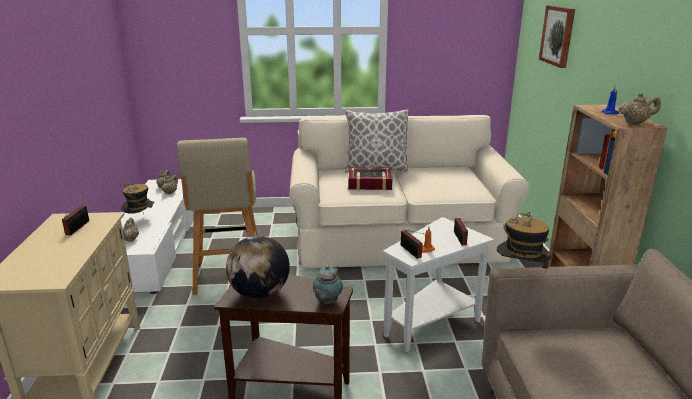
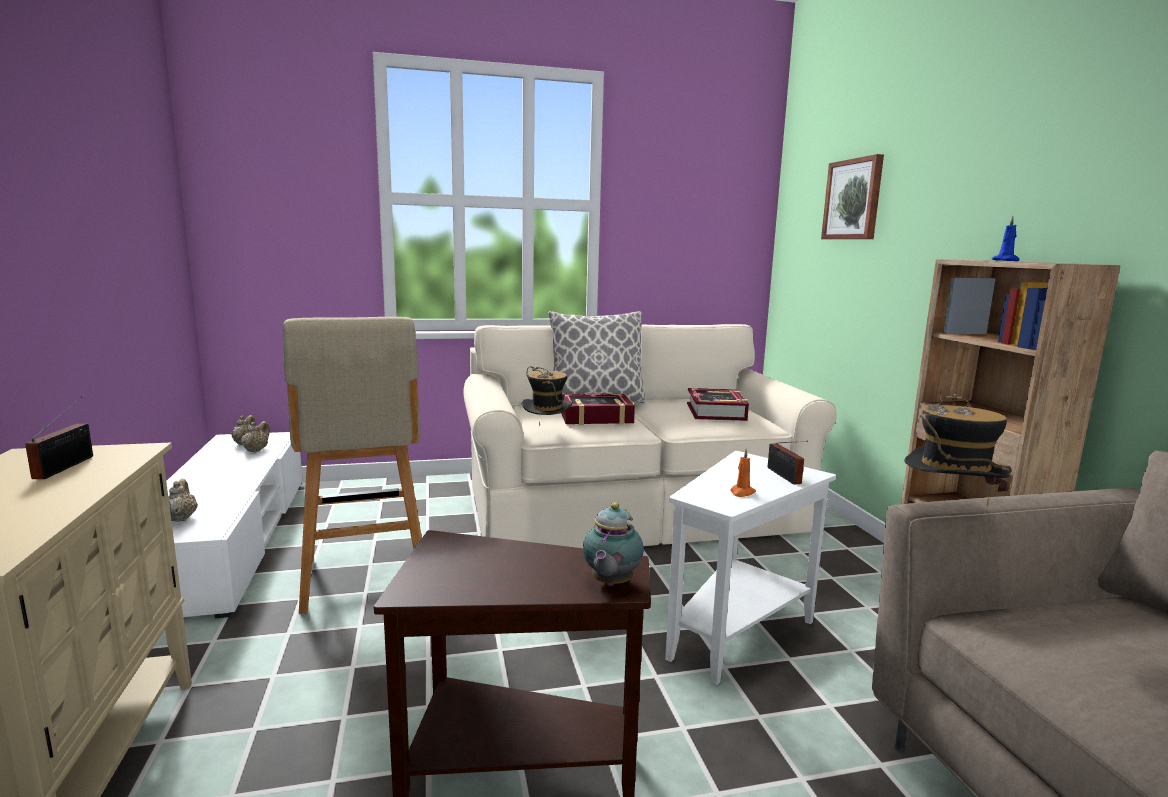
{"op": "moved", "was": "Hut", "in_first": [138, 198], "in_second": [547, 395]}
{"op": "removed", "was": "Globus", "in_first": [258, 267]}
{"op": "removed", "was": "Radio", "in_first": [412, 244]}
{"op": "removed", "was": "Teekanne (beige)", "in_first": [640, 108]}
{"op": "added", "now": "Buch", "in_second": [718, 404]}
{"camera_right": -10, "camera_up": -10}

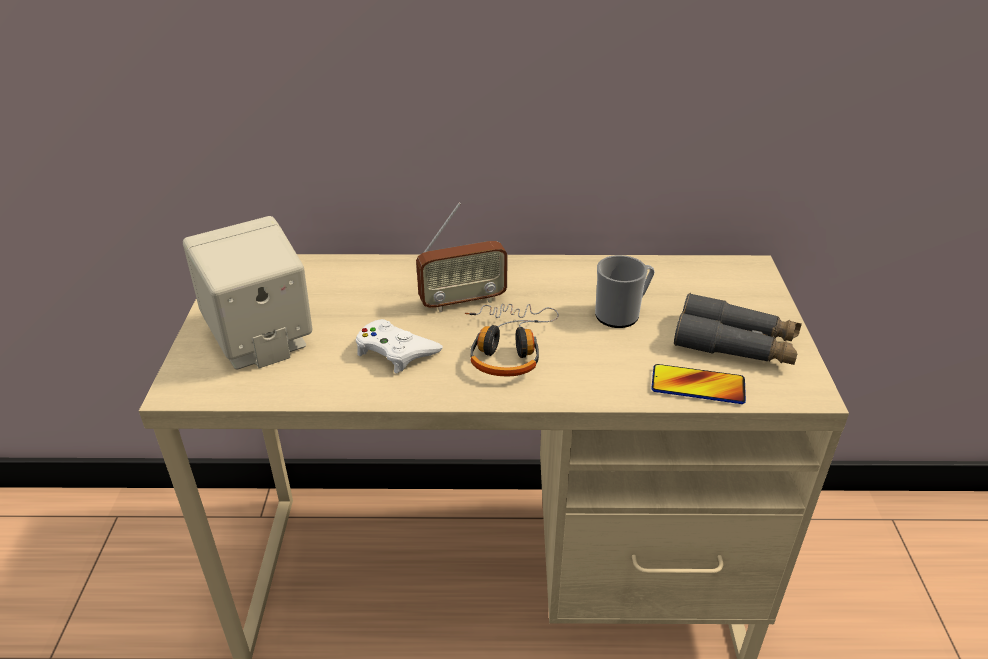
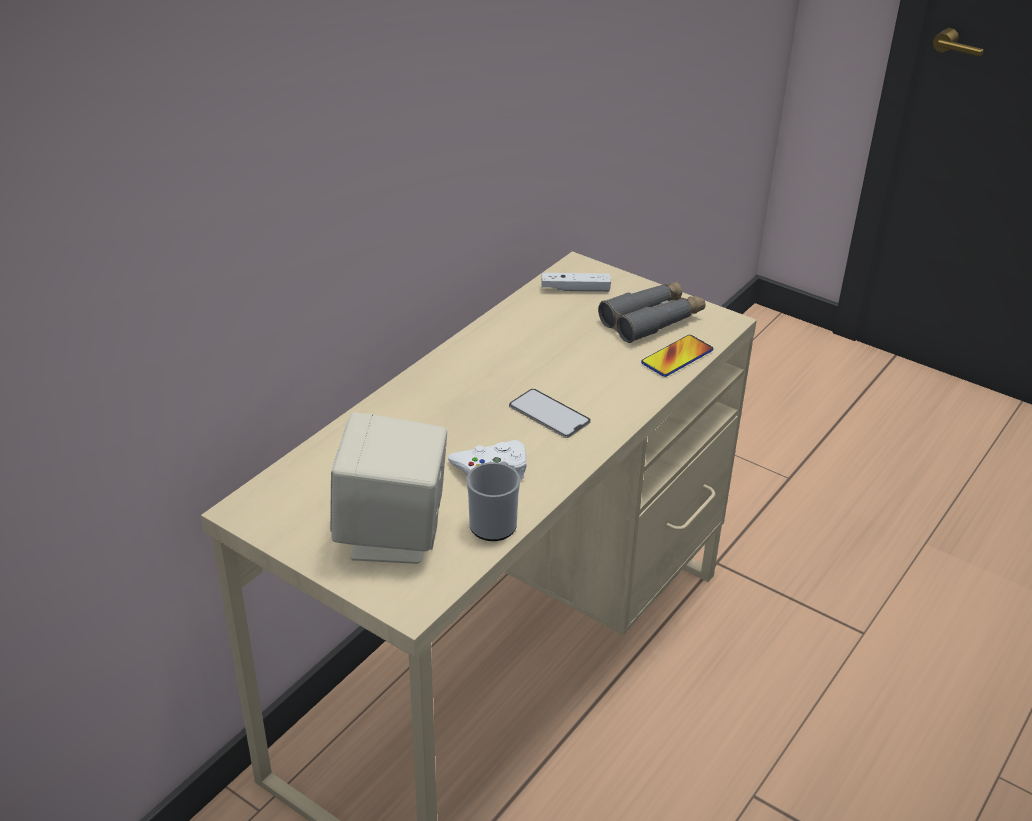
{"op": "removed", "was": "Radio", "in_first": [462, 257]}
{"op": "replaced", "was": "Kopfhörer", "now": "Handy", "in_first": [512, 340], "in_second": [550, 413]}
{"op": "moved", "was": "Henkelbecher", "in_first": [625, 291], "in_second": [493, 501]}
{"op": "added", "now": "Gamepad (weiß)", "in_second": [576, 282]}
{"camera_right": -55, "camera_up": 0}

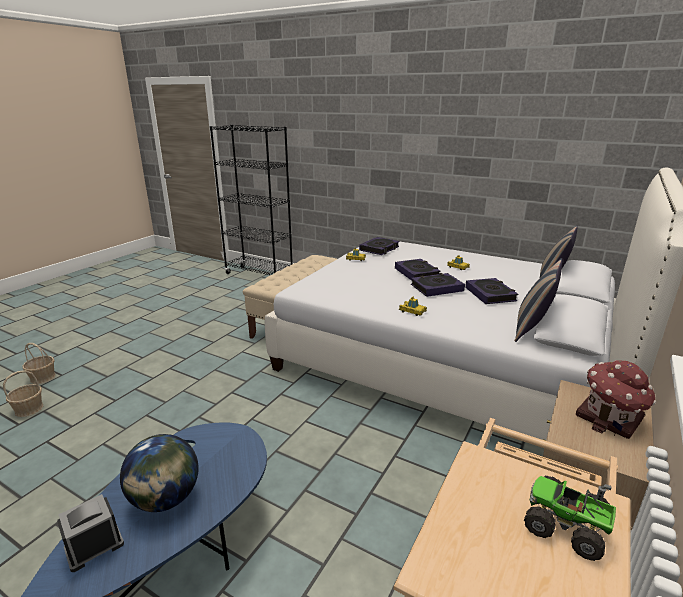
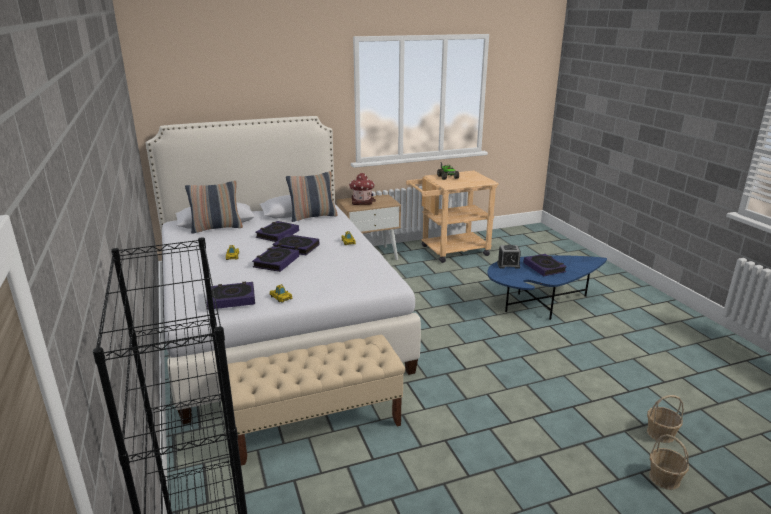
{"op": "moved", "was": "Wecker", "in_first": [90, 533], "in_second": [509, 257]}
{"op": "replaced", "was": "Globus", "now": "Buch", "in_first": [159, 473], "in_second": [545, 265]}
{"camera_right": -140, "camera_up": 0}

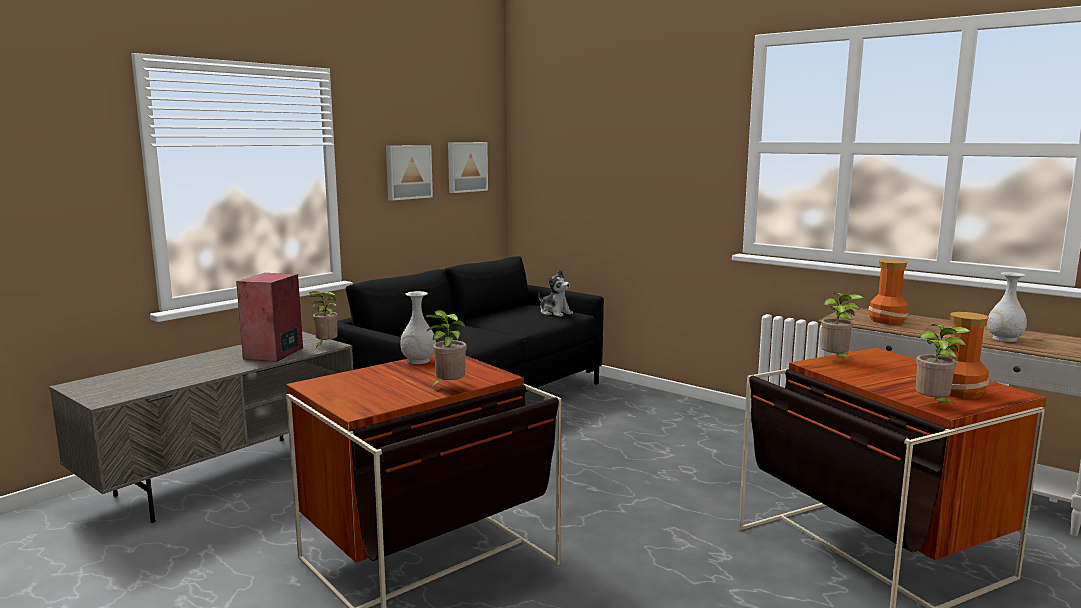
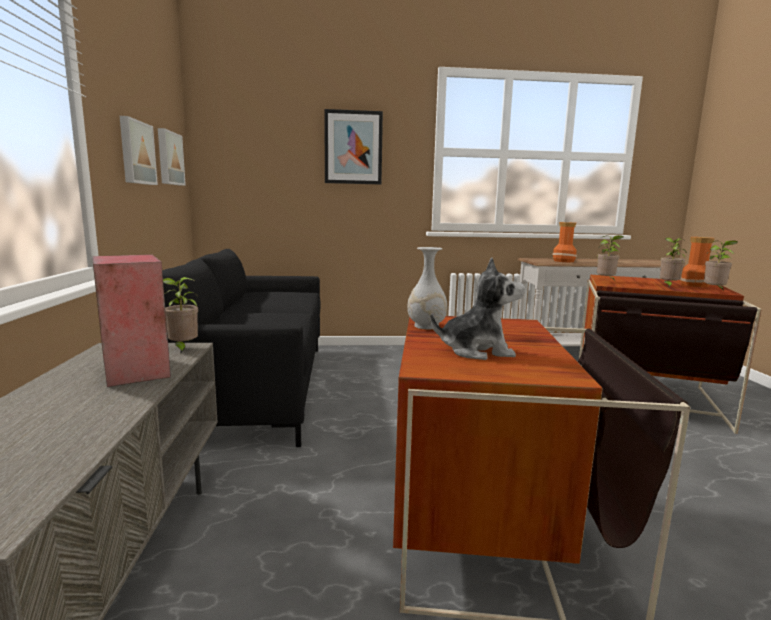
{"op": "moved", "was": "Topfpflanze", "in_first": [446, 348], "in_second": [673, 262]}
{"op": "moved", "was": "Plüschtier", "in_first": [555, 293], "in_second": [477, 309]}
{"op": "removed", "was": "Vase (weiß)", "in_first": [1007, 307]}
{"op": "added", "now": "Bild", "in_second": [353, 147]}
{"camera_right": -45, "camera_up": 0}

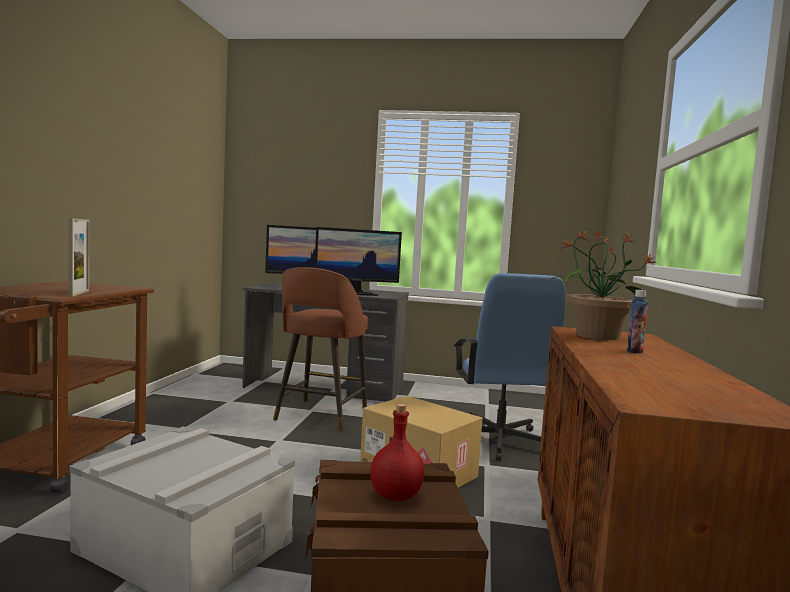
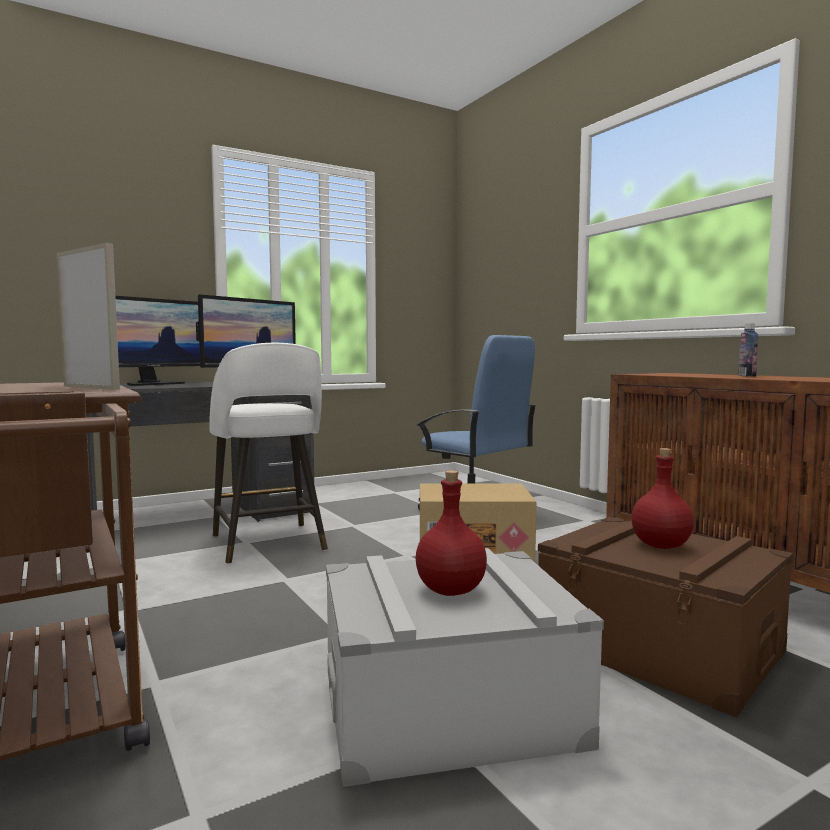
{"op": "recoloured", "was": "Hocker (braun)", "now": "Hocker (weiß)", "in_first": [320, 349], "in_second": [268, 453]}
{"op": "removed", "was": "Topfpflanze", "in_first": [604, 285]}
{"op": "added", "now": "Flasche (rot)", "in_second": [451, 533]}
{"camera_right": -40, "camera_up": 0}

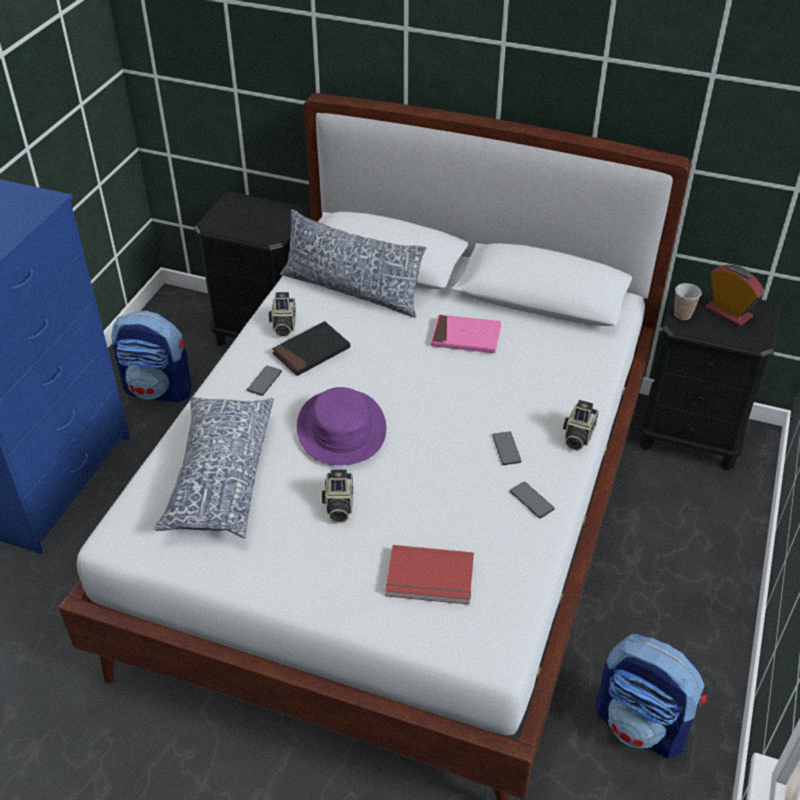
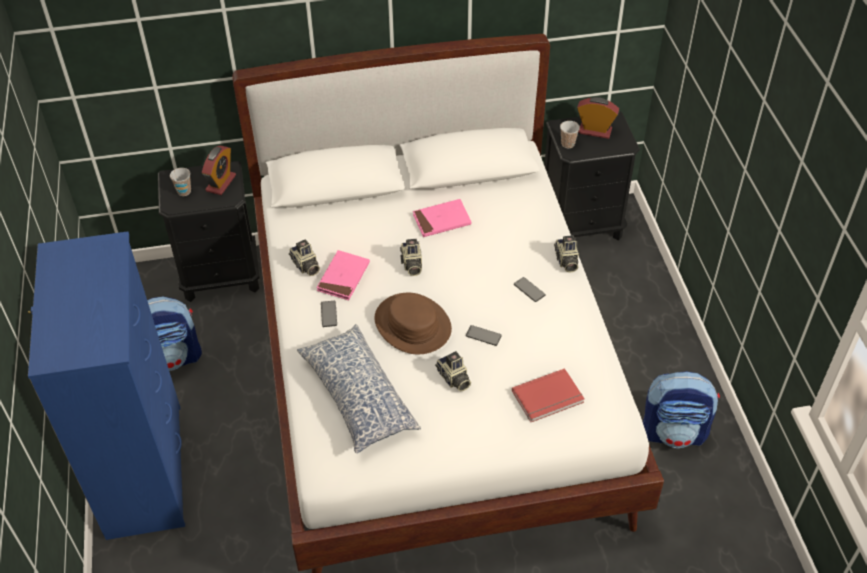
{"op": "recoloured", "was": "Buch (schwarz)", "now": "Buch (rosa)", "in_first": [311, 348], "in_second": [343, 275]}
{"op": "removed", "was": "Kissen", "in_first": [353, 263]}
{"op": "recoloured", "was": "Hut (lila)", "now": "Hut (braun)", "in_first": [341, 426], "in_second": [413, 323]}
{"op": "moved", "was": "Handy", "in_first": [532, 500], "in_second": [484, 335]}
{"op": "added", "now": "Tasse", "in_second": [180, 182]}
{"op": "added", "now": "Wecker", "in_second": [219, 170]}
{"op": "added", "now": "Kamera", "in_second": [411, 257]}
{"camera_right": -30, "camera_up": 5}

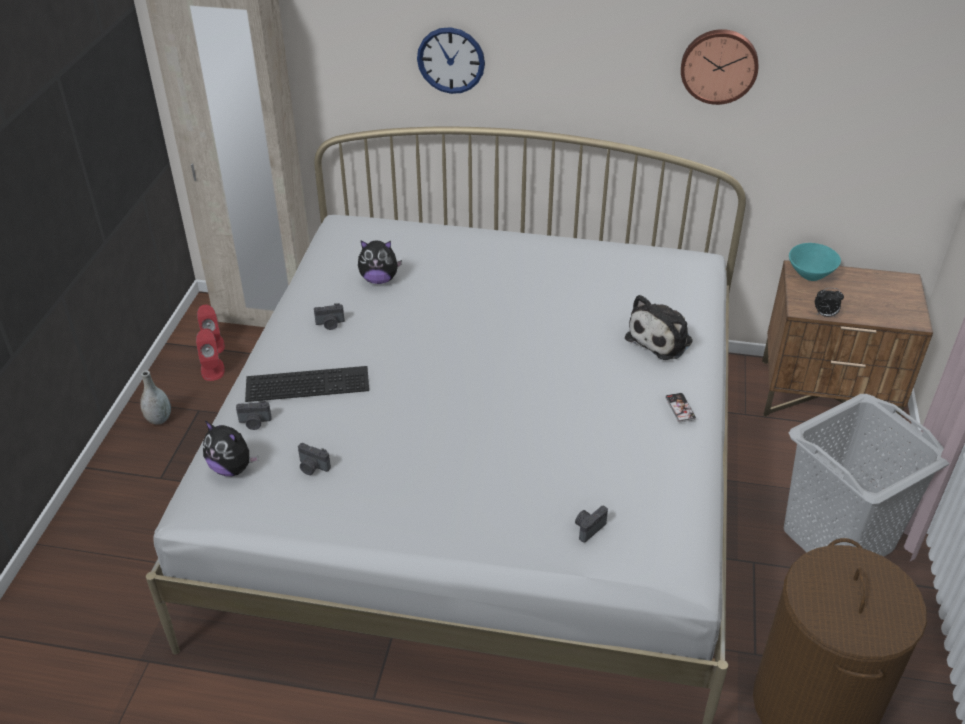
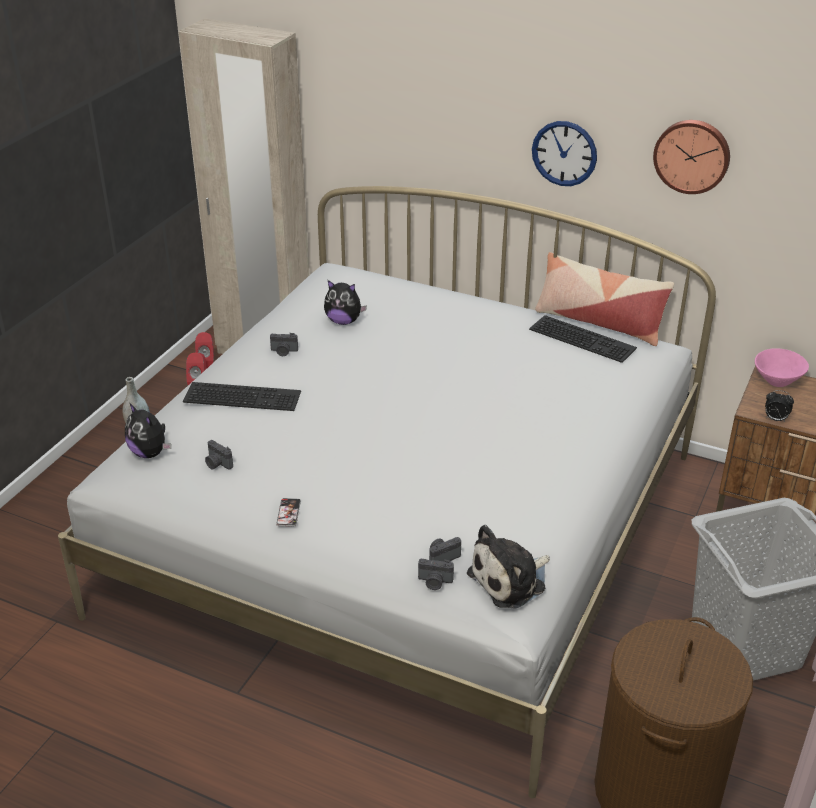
{"op": "moved", "was": "Kamera", "in_first": [254, 415], "in_second": [436, 574]}
{"op": "moved", "was": "Wanduhr", "in_first": [451, 60], "in_second": [564, 153]}
{"op": "moved", "was": "Plüschtier", "in_first": [659, 327], "in_second": [508, 567]}
{"op": "moved", "was": "Handy", "in_first": [680, 407], "in_second": [288, 512]}
{"op": "recoloured", "was": "Schüssel (türkis)", "now": "Schüssel (rosa)", "in_first": [815, 262], "in_second": [782, 367]}
{"op": "added", "now": "Tastatur", "in_second": [583, 339]}
{"op": "added", "now": "Kissen", "in_second": [604, 299]}
{"camera_right": 15, "camera_up": -5}

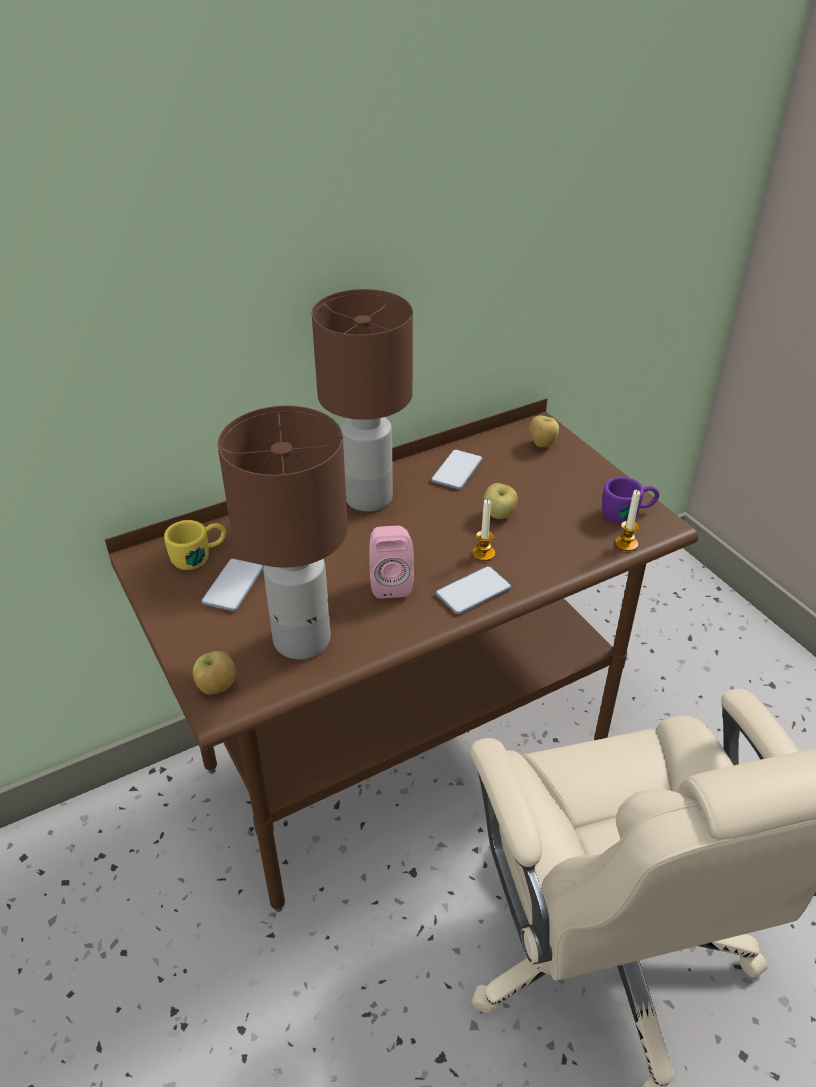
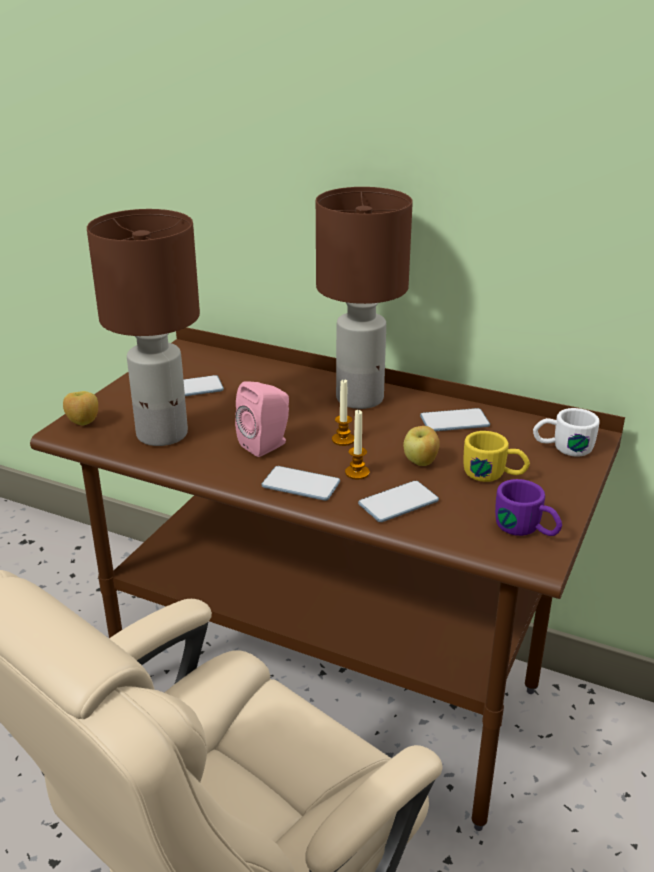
{"op": "moved", "was": "Henkelbecher (gelb)", "in_first": [195, 545], "in_second": [496, 456]}
{"op": "replaced", "was": "Apfel", "now": "Henkelbecher (weiß)", "in_first": [544, 431], "in_second": [566, 432]}
{"op": "moved", "was": "Kerze", "in_first": [627, 520], "in_second": [343, 412]}
{"op": "added", "now": "Handy", "in_second": [398, 501]}
{"camera_right": 55, "camera_up": -10}

